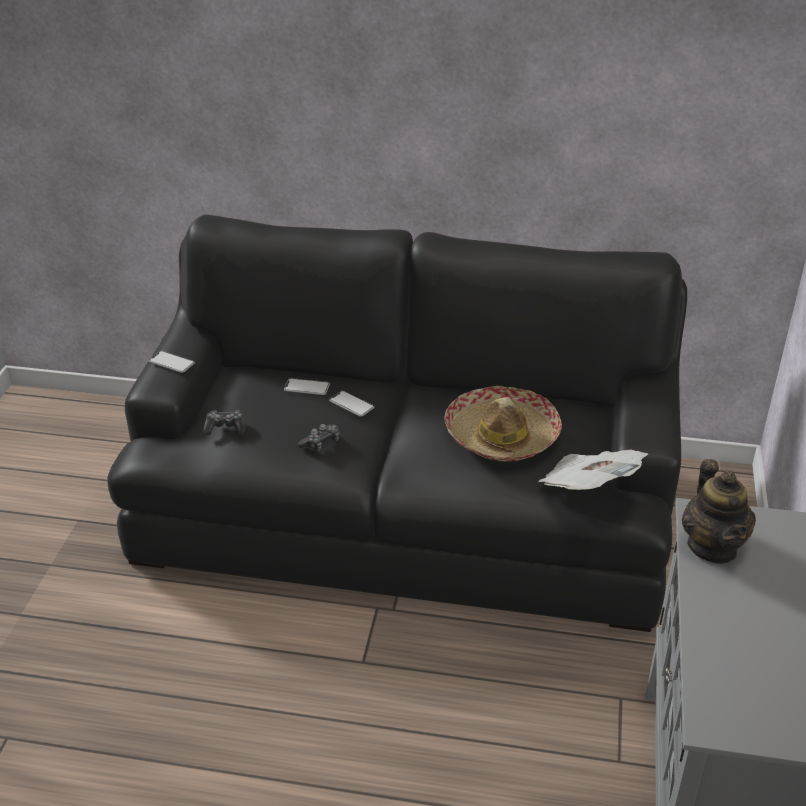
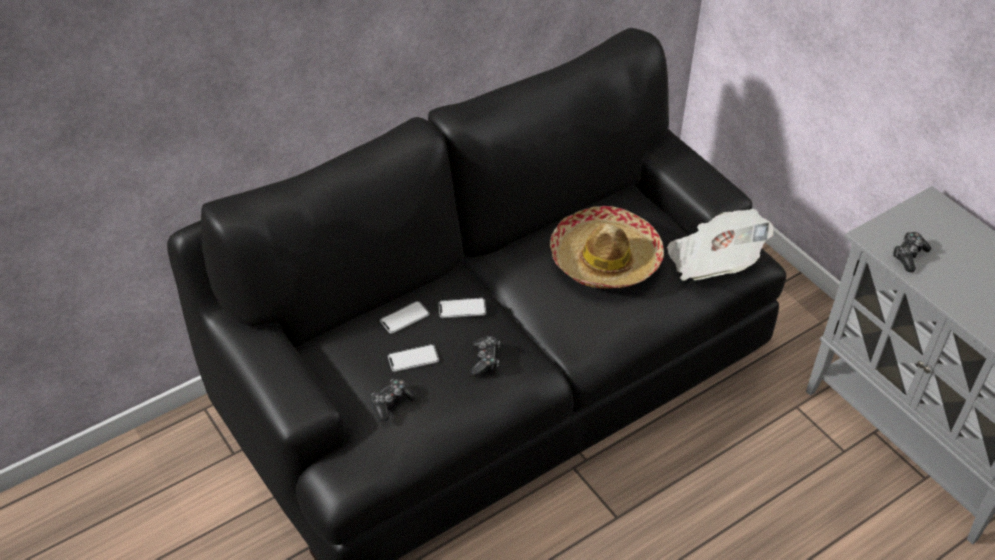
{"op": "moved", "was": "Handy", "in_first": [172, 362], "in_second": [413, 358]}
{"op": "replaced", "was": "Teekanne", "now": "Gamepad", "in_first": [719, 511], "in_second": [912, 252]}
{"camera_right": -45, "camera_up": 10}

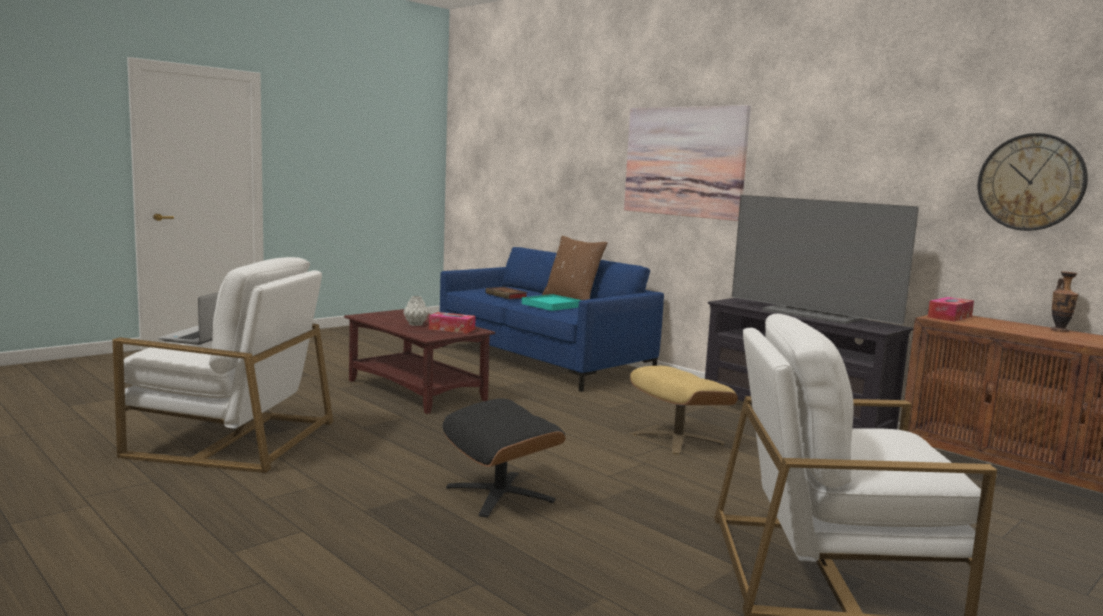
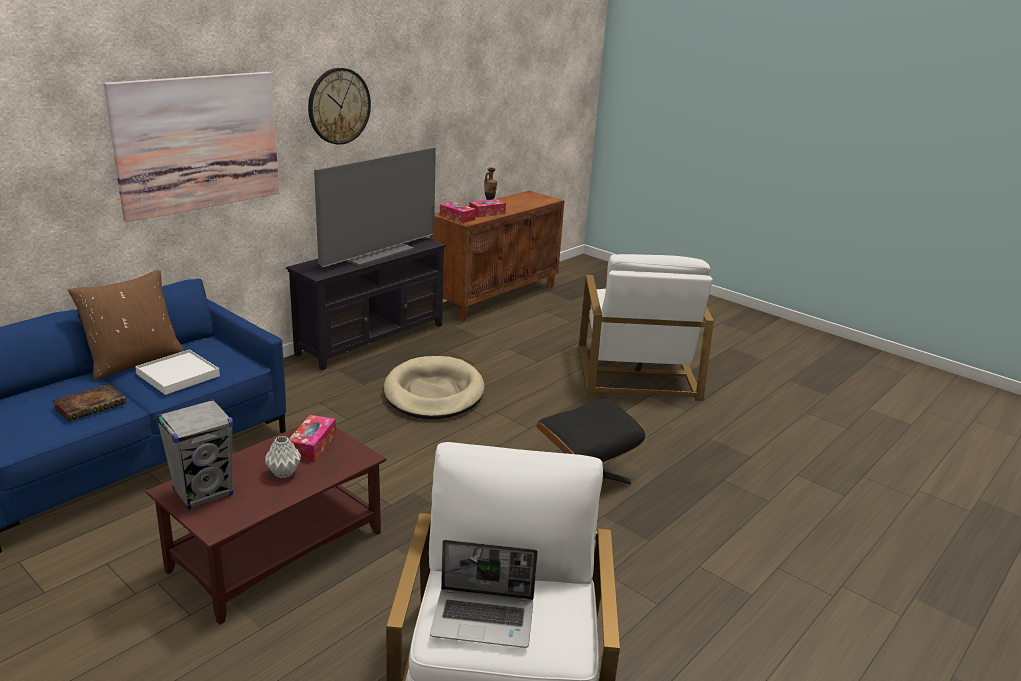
{"op": "recoloured", "was": "Tablett (türkis)", "now": "Tablett (weiß)", "in_first": [551, 302], "in_second": [177, 372]}
{"op": "replaced", "was": "Polsterhocker (beige)", "now": "Hundebett (beige)", "in_first": [684, 410], "in_second": [434, 387]}
{"op": "moved", "was": "Wanduhr", "in_first": [1033, 182], "in_second": [339, 106]}
{"op": "added", "now": "Lautsprecher (grau)", "in_second": [194, 454]}
{"op": "added", "now": "Taschentuchbox", "in_second": [487, 208]}
{"camera_right": -95, "camera_up": 15}

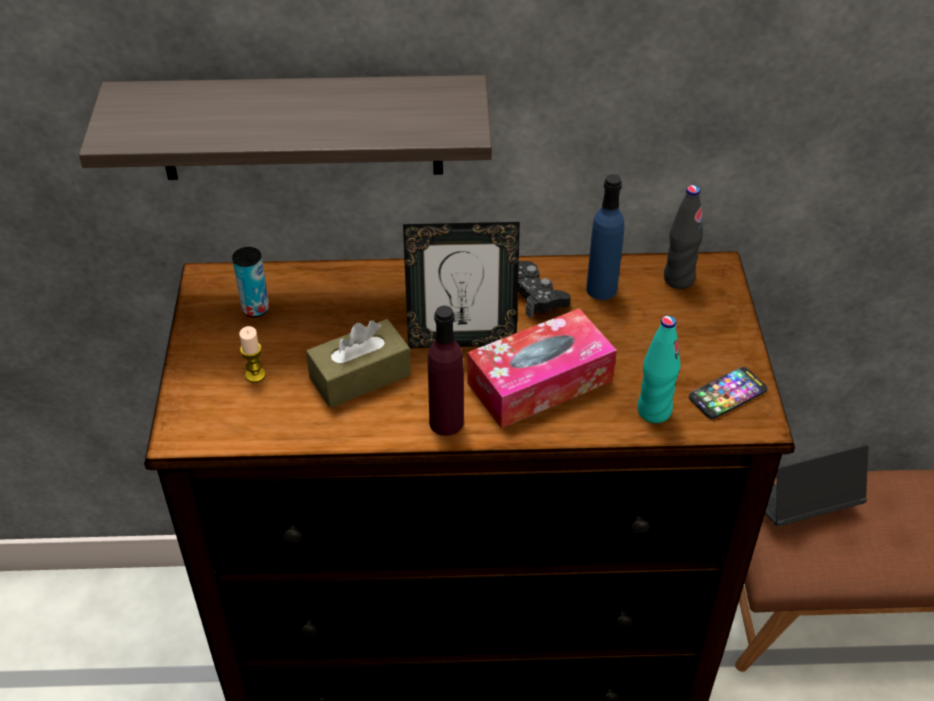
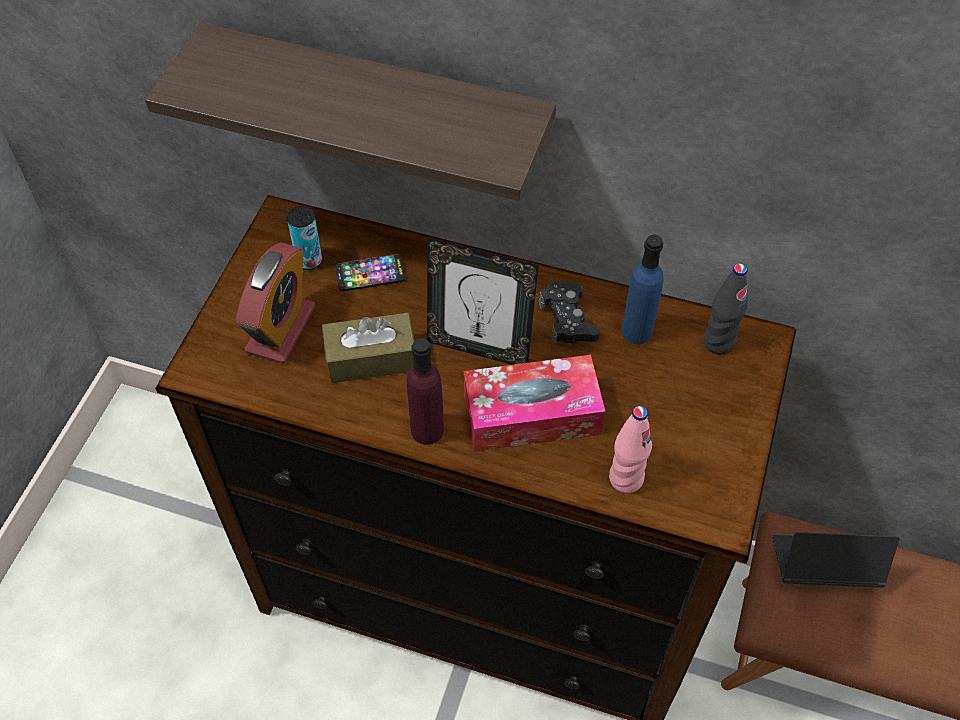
{"op": "replaced", "was": "Kerze", "now": "Wecker", "in_first": [252, 354], "in_second": [275, 303]}
{"op": "recoloured", "was": "Flasche (türkis)", "now": "Flasche (rosa)", "in_first": [659, 369], "in_second": [630, 449]}
{"op": "moved", "was": "Handy", "in_first": [728, 393], "in_second": [370, 272]}
{"camera_right": 20, "camera_up": 10}

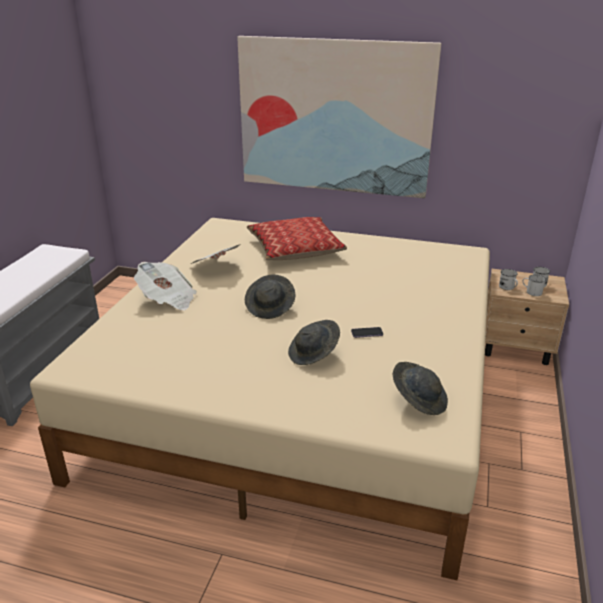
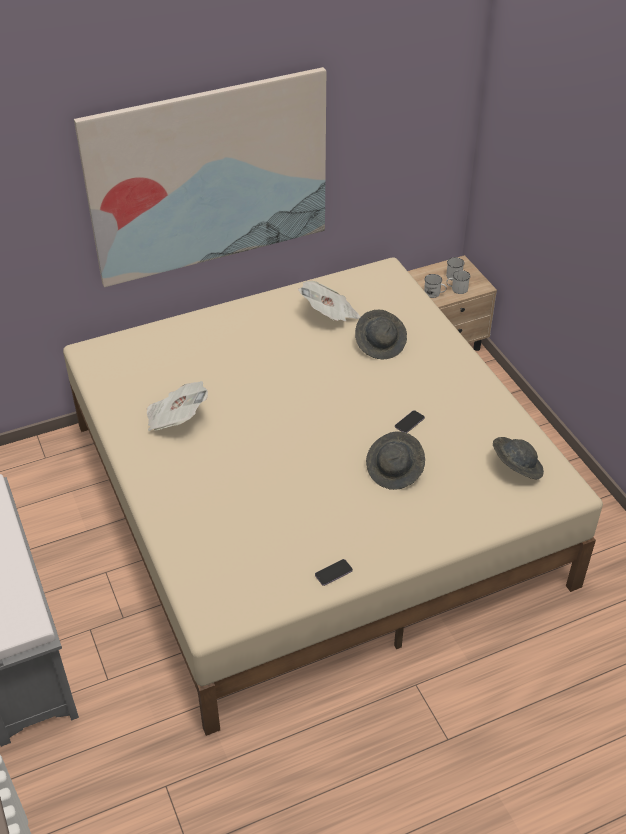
{"op": "moved", "was": "Zeitung", "in_first": [165, 286], "in_second": [329, 301]}
{"op": "moved", "was": "Hut (grau)", "in_first": [270, 296], "in_second": [381, 334]}
{"op": "removed", "was": "Kissen", "in_first": [297, 238]}
{"op": "added", "now": "Handy", "in_second": [334, 572]}
{"camera_right": -40, "camera_up": 15}

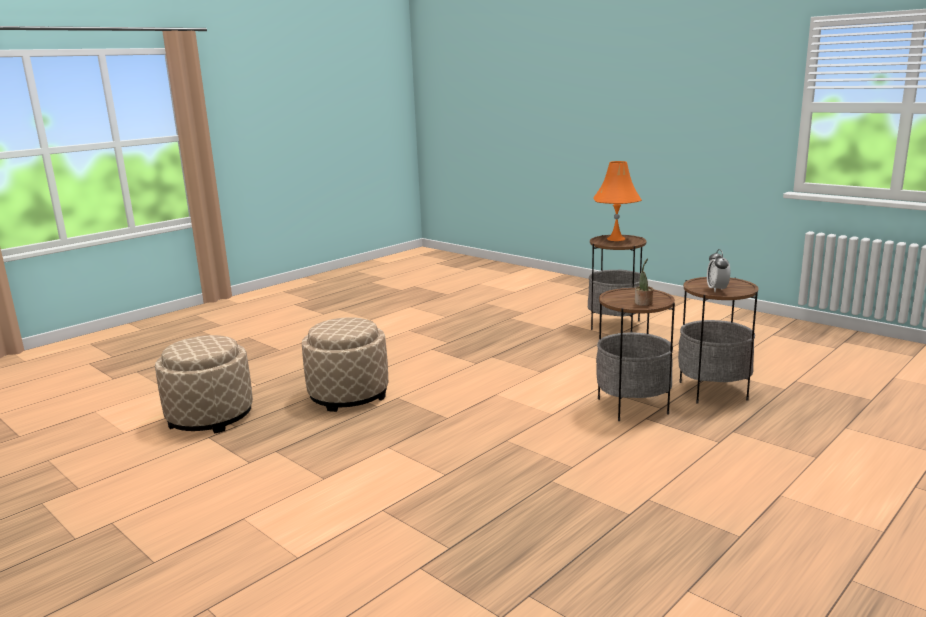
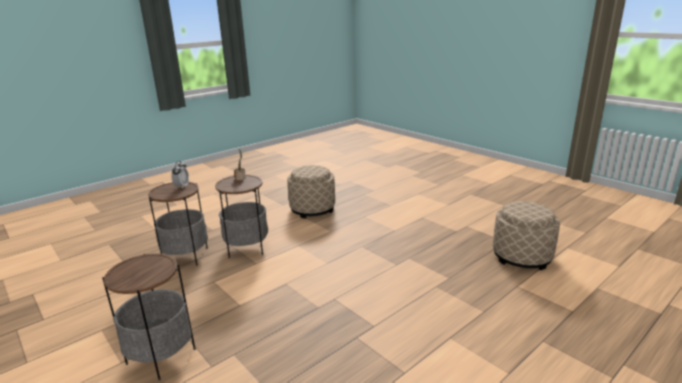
{"op": "moved", "was": "Polsterhocker (beige)", "in_first": [345, 364], "in_second": [311, 191]}
{"op": "removed", "was": "Tischlampe (orange)", "in_first": [617, 201]}
{"camera_right": -175, "camera_up": 5}

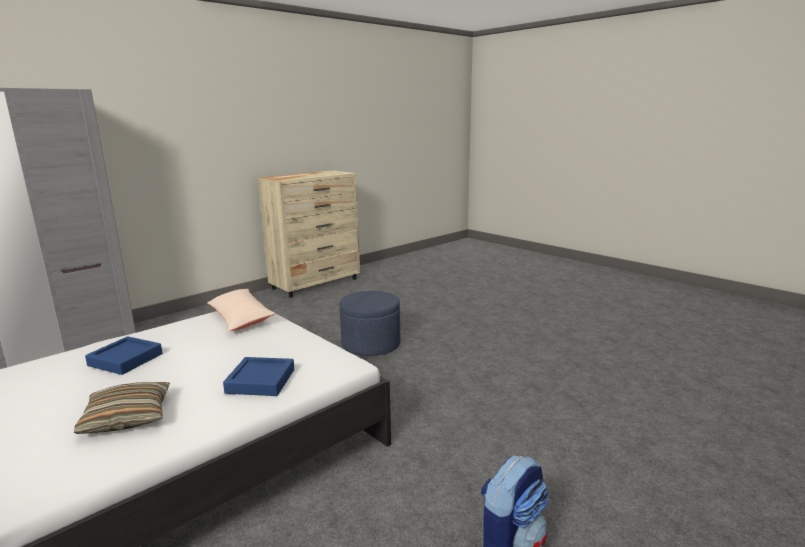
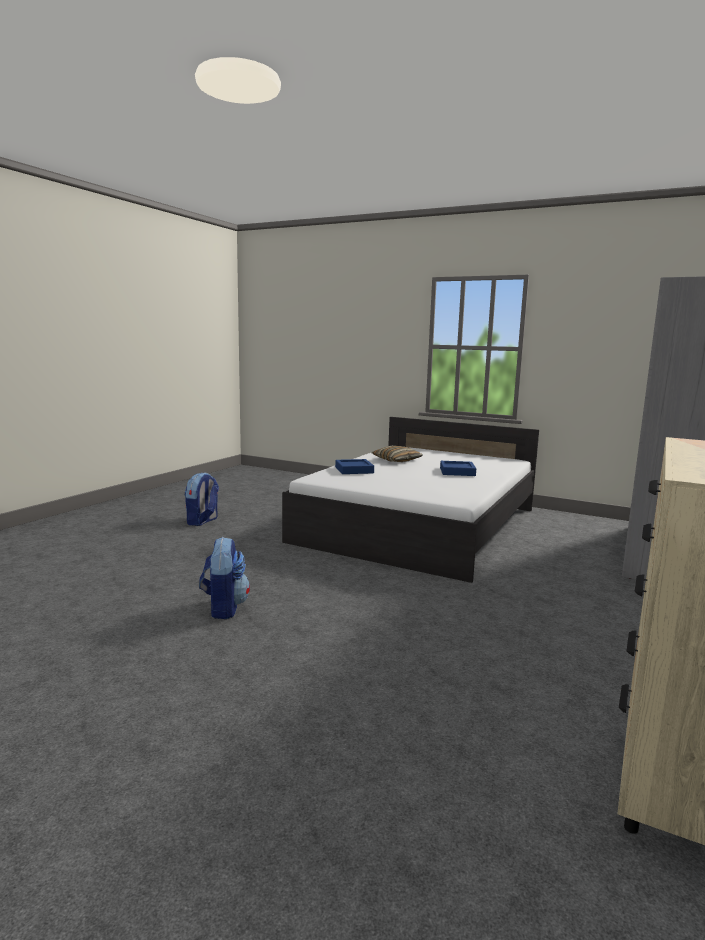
{"op": "removed", "was": "Kissen (beige)", "in_first": [241, 310]}
{"op": "removed", "was": "Polsterhocker (blau)", "in_first": [369, 323]}
{"op": "added", "now": "Rucksack", "in_second": [224, 578]}
{"camera_right": 160, "camera_up": -5}

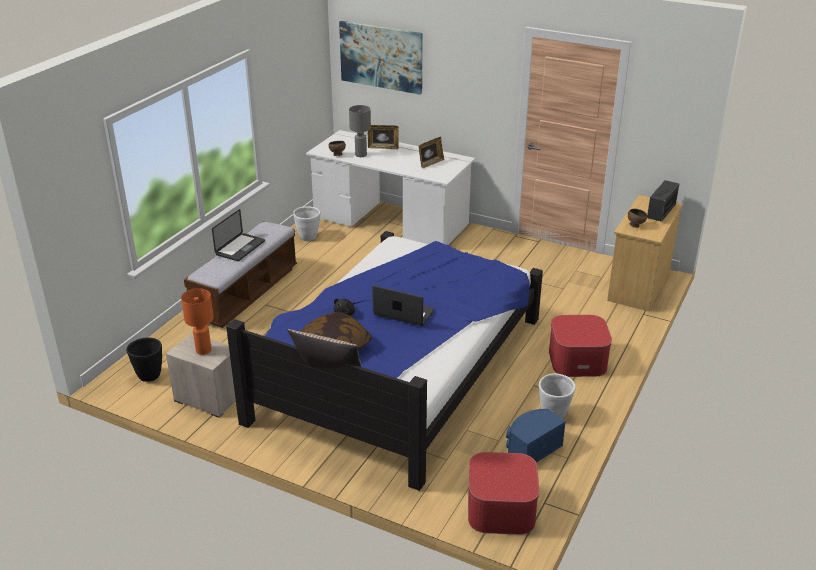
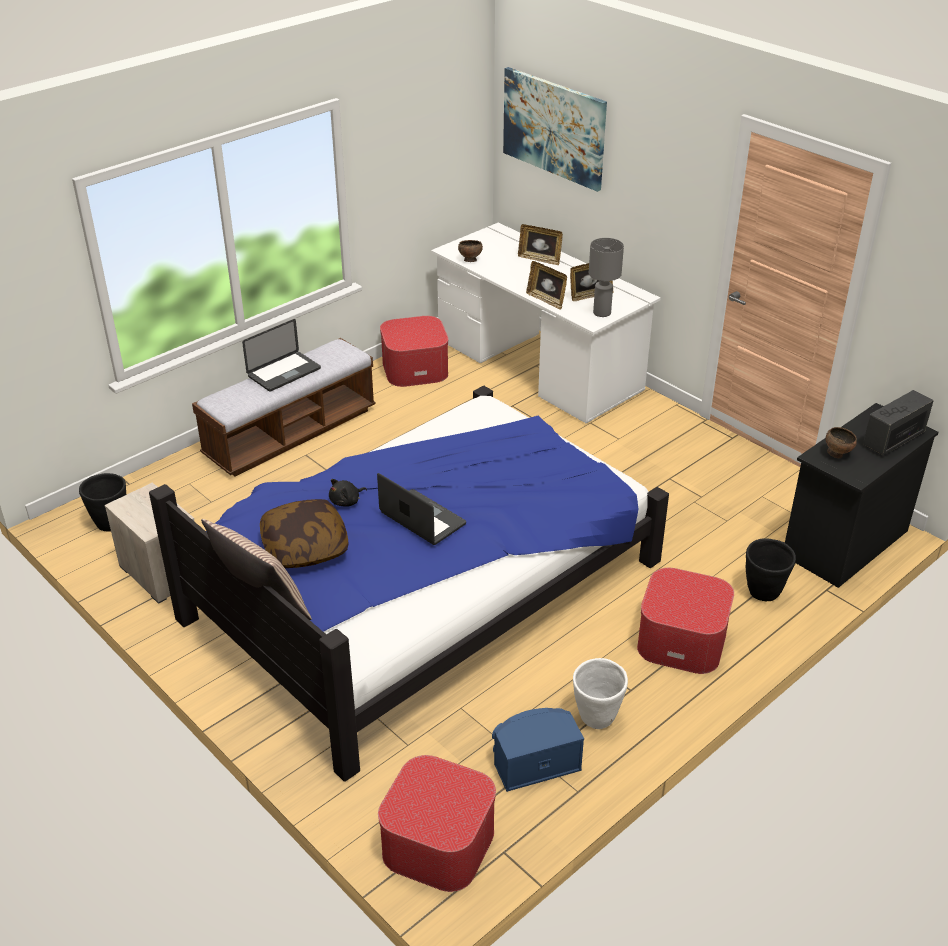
{"op": "removed", "was": "Tischlampe (orange)", "in_first": [197, 321]}
{"op": "replaced", "was": "Pflanzkübel (weiß)", "now": "Polsterhocker", "in_first": [306, 223], "in_second": [414, 351]}
{"op": "moved", "was": "Tischlampe (grau)", "in_first": [360, 131], "in_second": [606, 277]}
{"op": "recoloured", "was": "Kommode (beige)", "now": "Kommode (schwarz)", "in_first": [645, 253], "in_second": [862, 495]}
{"op": "added", "now": "Bilderrahmen", "in_second": [546, 285]}
{"op": "added", "now": "Pflanzkübel (schwarz)", "in_second": [771, 569]}
{"camera_right": 20, "camera_up": 5}

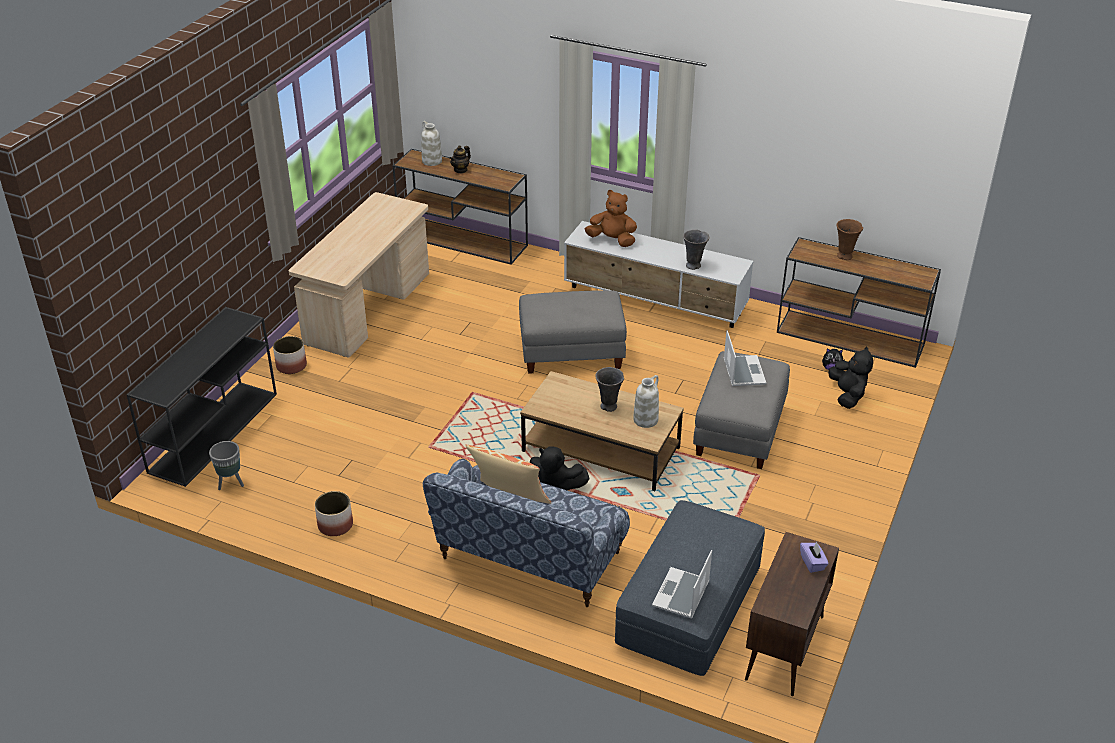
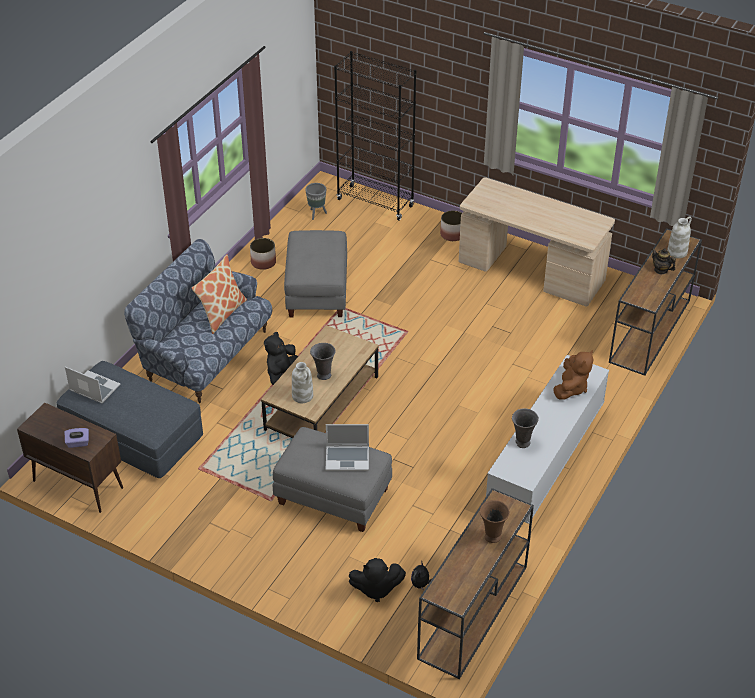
{"op": "replaced", "was": "Konsolentisch (schwarz)", "now": "Bücherregal (schwarz)", "in_first": [202, 397], "in_second": [375, 136]}
{"op": "moved", "was": "Polsterhocker (grau)", "in_first": [573, 332], "in_second": [315, 274]}
{"camera_right": 95, "camera_up": 5}

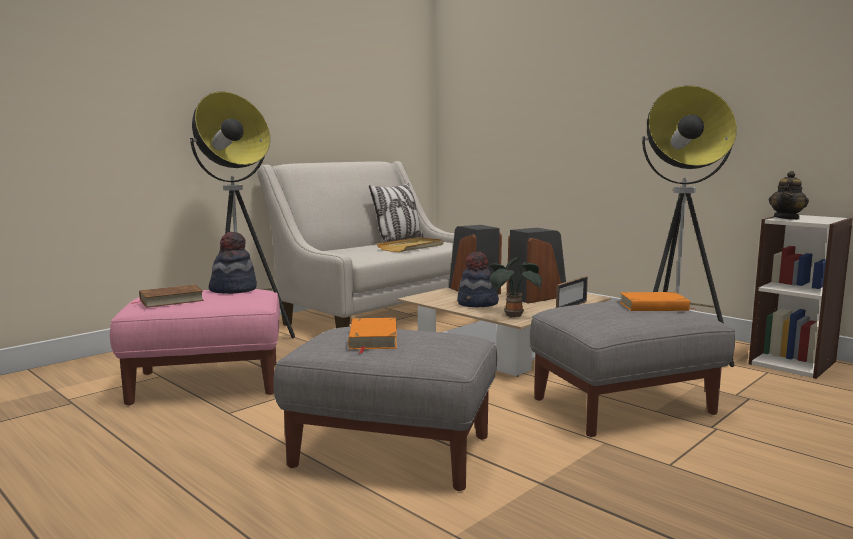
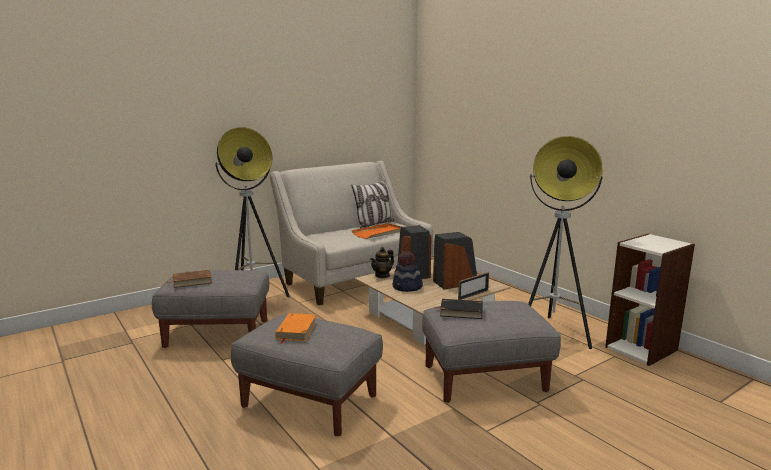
{"op": "recoloured", "was": "Polsterhocker (rosa)", "now": "Polsterhocker (grau)", "in_first": [195, 347], "in_second": [210, 309]}
{"op": "removed", "was": "Hut", "in_first": [233, 263]}
{"op": "recoloured", "was": "Tablett (beige)", "now": "Tablett (orange)", "in_first": [409, 244], "in_second": [376, 231]}
{"op": "removed", "was": "Topfpflanze", "in_first": [516, 287]}
{"op": "removed", "was": "Buch (orange)", "in_first": [658, 301]}
{"op": "moved", "was": "Teekanne", "in_first": [789, 195], "in_second": [382, 262]}
{"op": "added", "now": "Buch (schwarz)", "in_second": [459, 309]}
{"camera_right": 10, "camera_up": 5}

